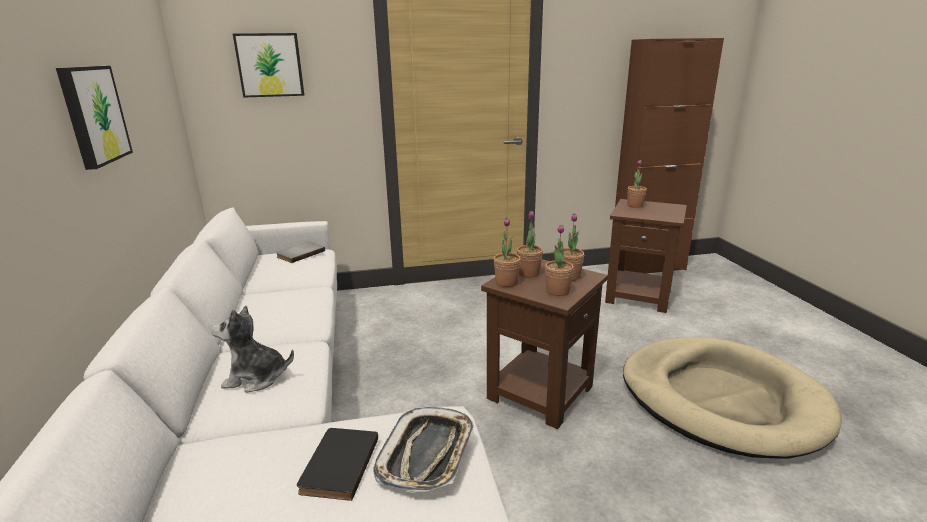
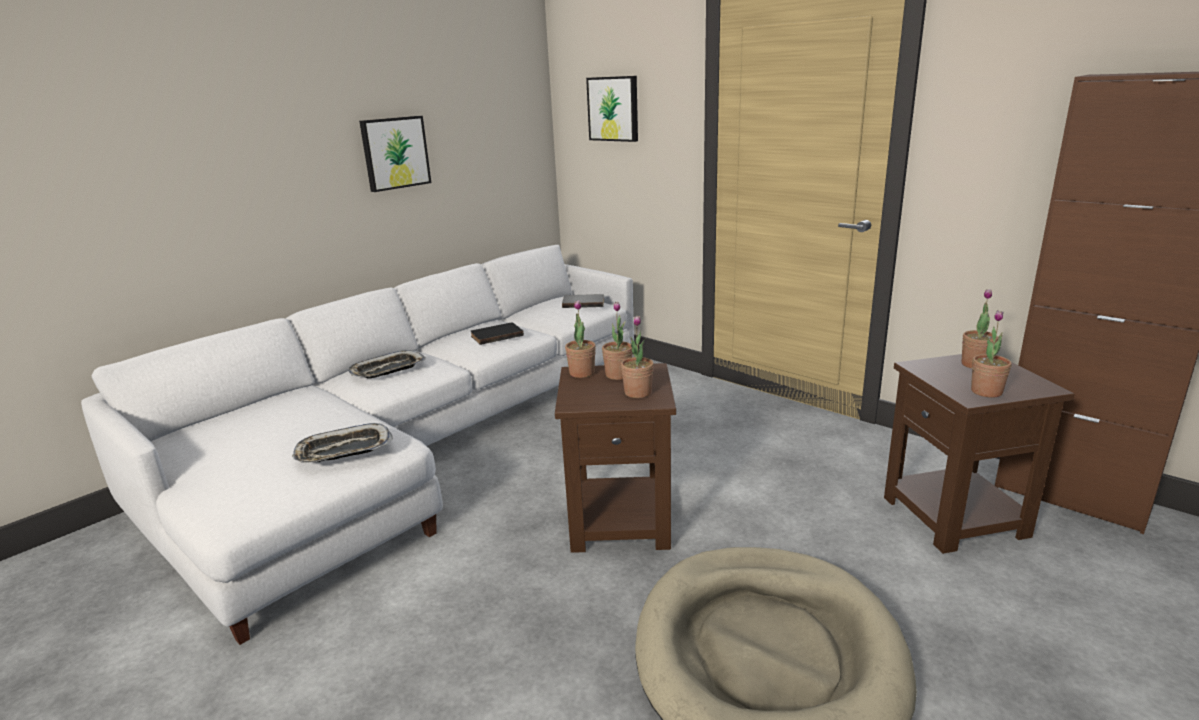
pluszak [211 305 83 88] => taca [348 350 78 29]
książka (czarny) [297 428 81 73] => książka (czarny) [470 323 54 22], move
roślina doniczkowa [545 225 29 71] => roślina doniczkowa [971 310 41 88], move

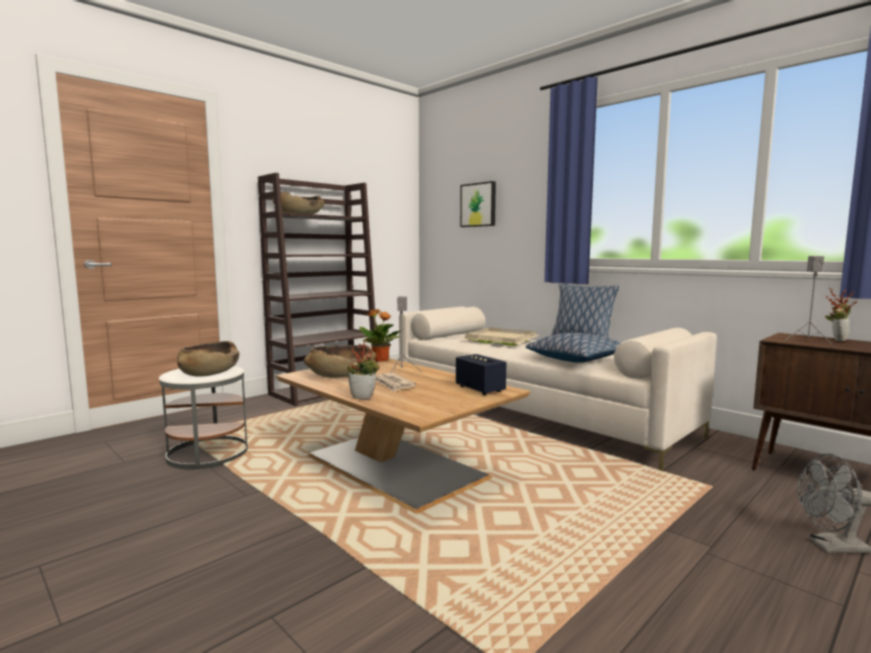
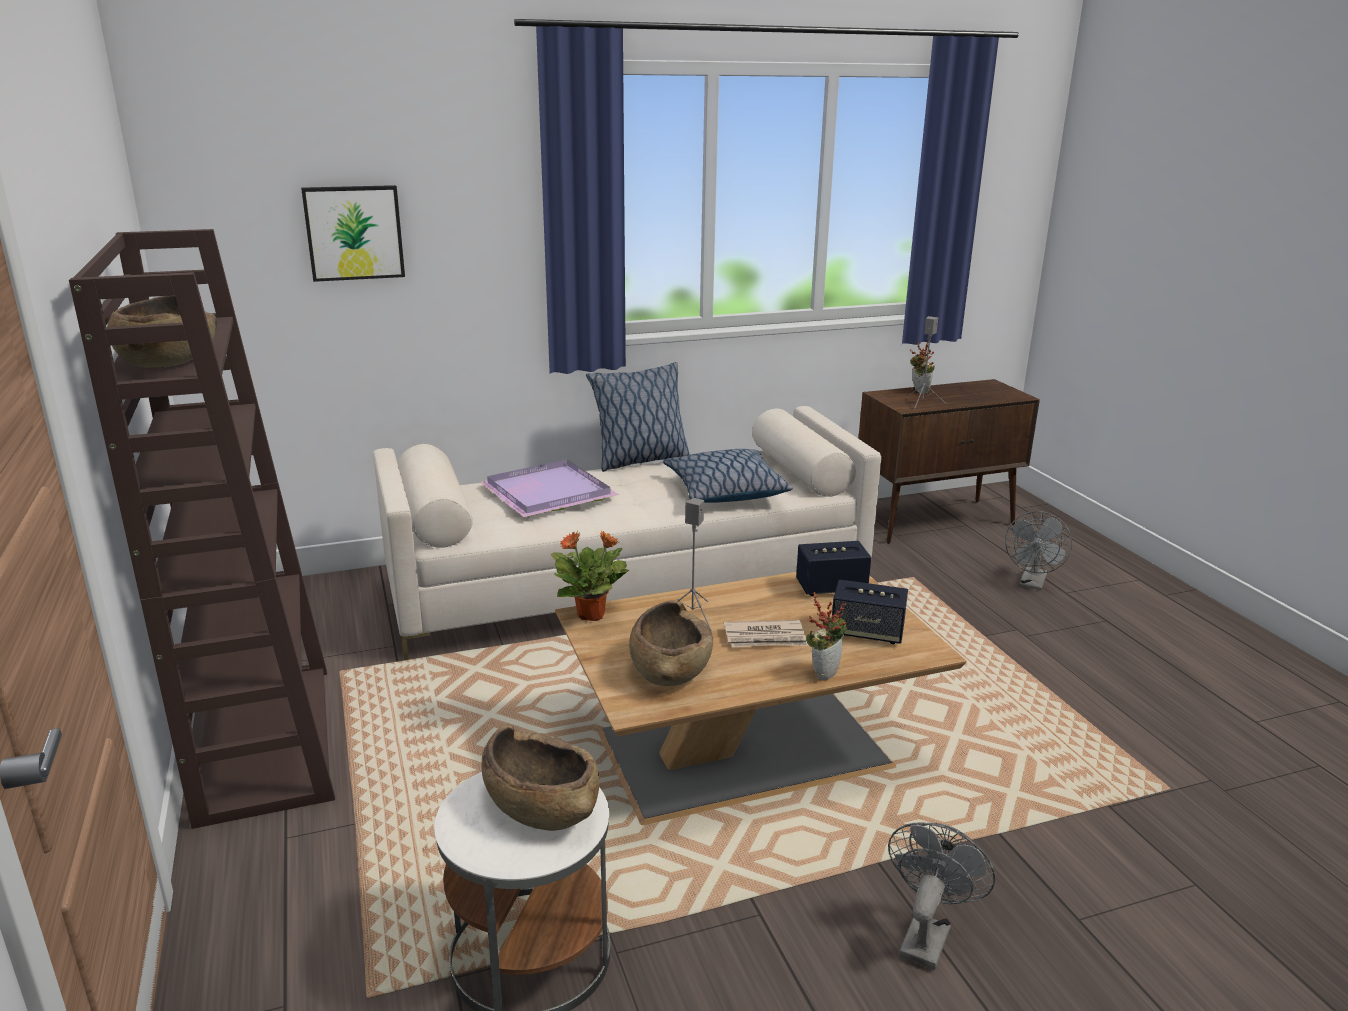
taca (beżowy) [463 327 76 19] => taca (fioletowy) [480 460 139 57]
nothing => głośnik [832 579 76 65]
nothing => wentylator (szary) [888 823 107 147]

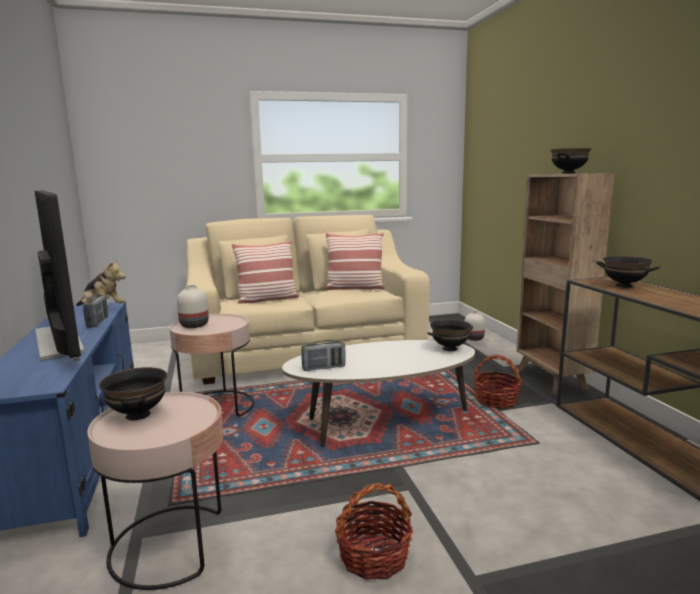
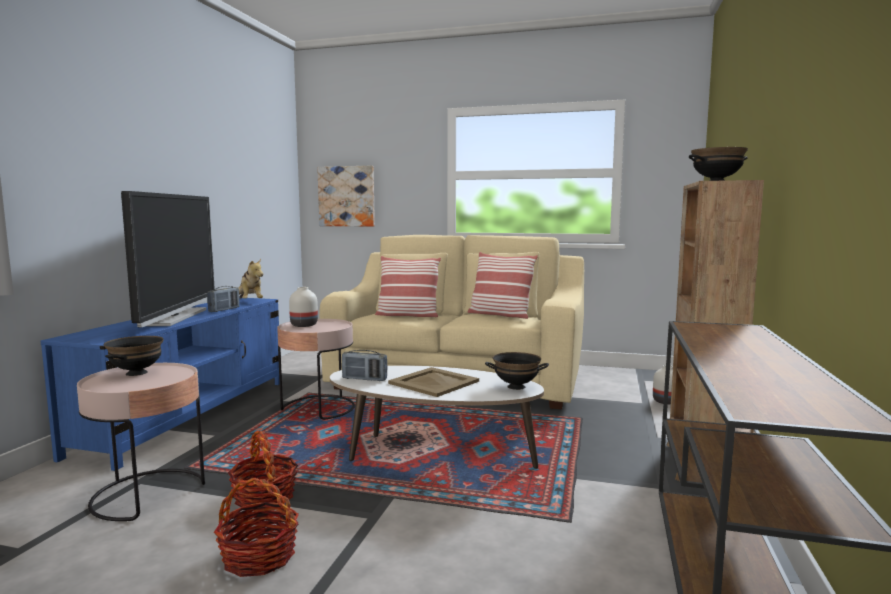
koszyk [474 354 49 55] => koszyk [228 431 70 76], move
nothing => obraz [317 166 58 61]
nothing => taca (beżowy) [388 367 91 30]
miska (czarny) [596 256 64 32] => nothing

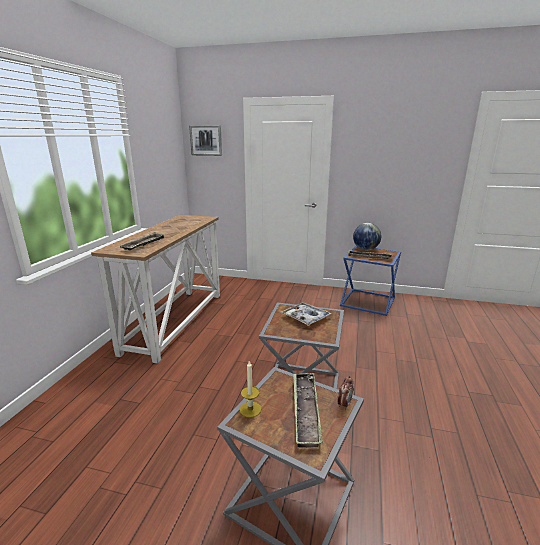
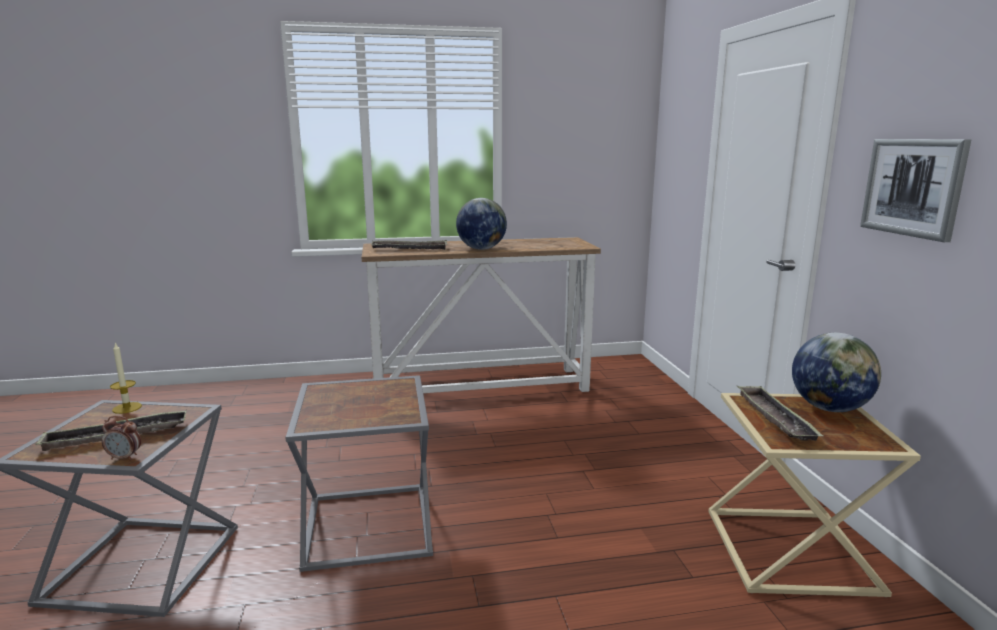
nothing => globus [456 198 51 52]
stolik (niebieski) [340 246 61 70] => stolik (beżowy) [708 393 213 204]
obraz [189 125 33 31] => obraz [860 139 111 103], move
taca [281 302 51 24] => nothing

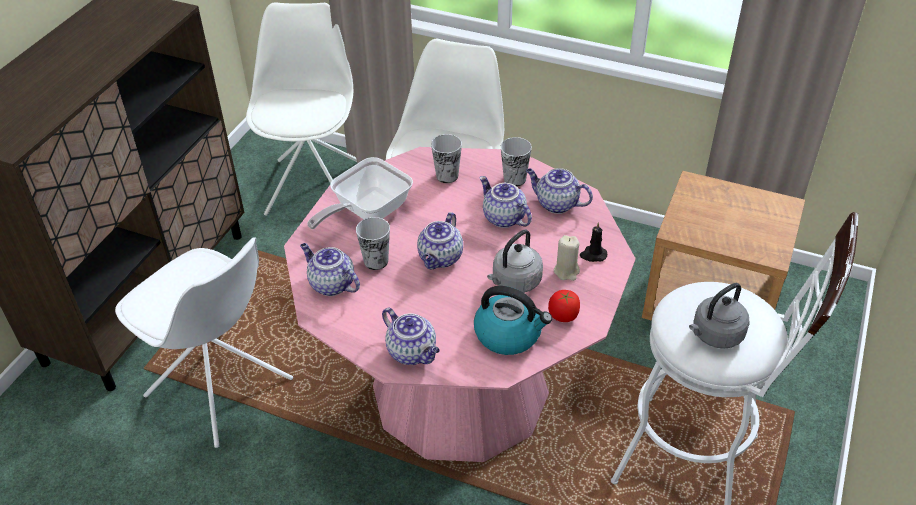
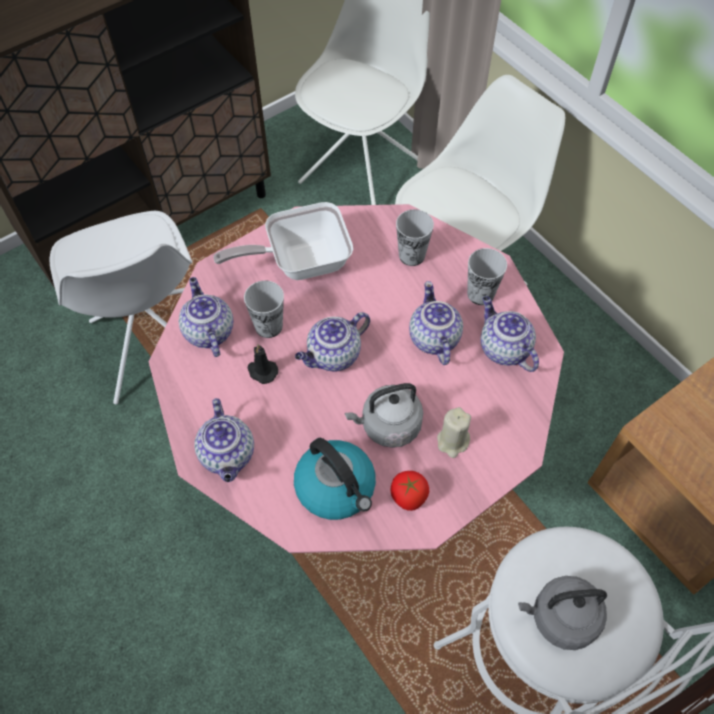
świeca (czarny) [580 222 27 40] => świeca (czarny) [248 345 30 39], move

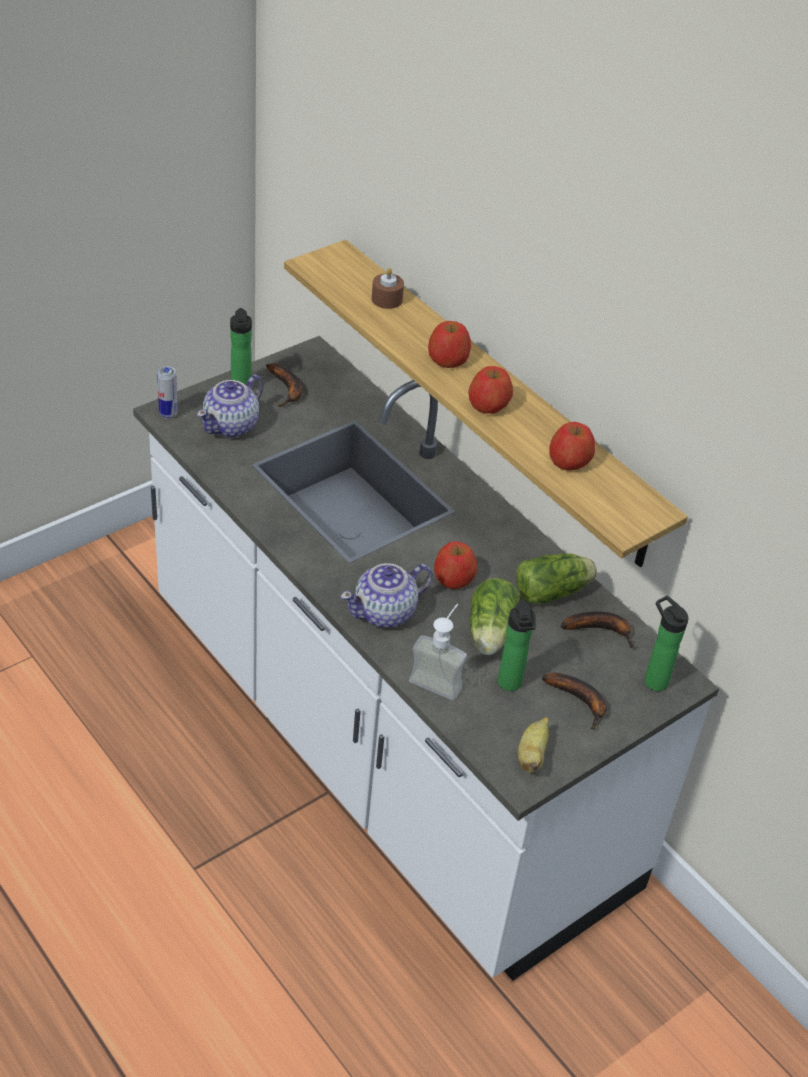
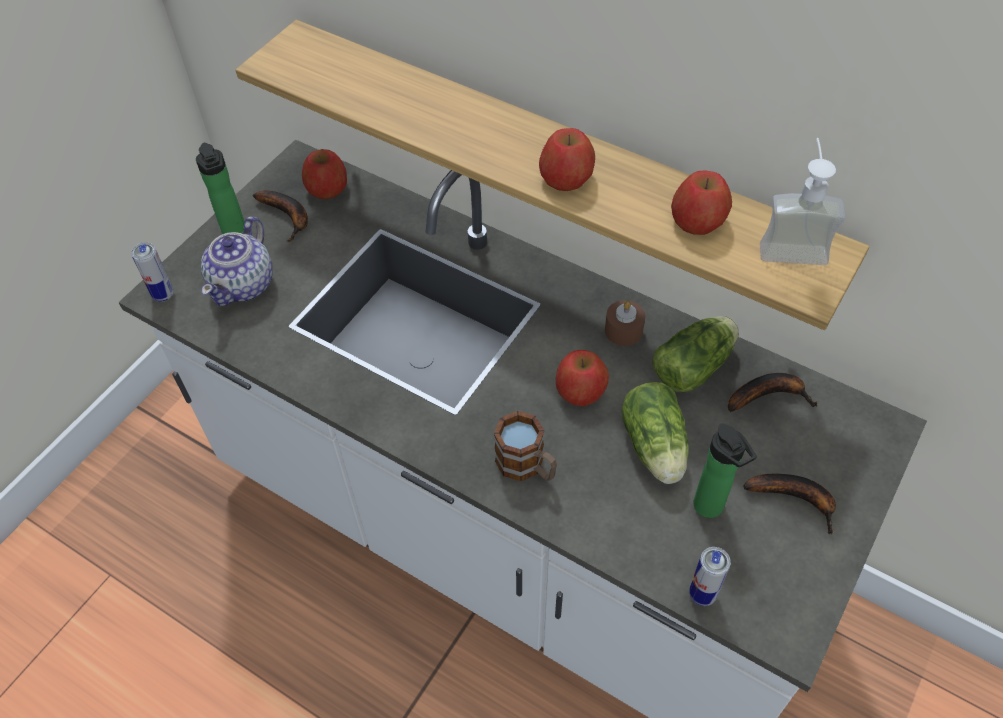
jabłko [428 321 43 47] => jabłko [302 149 45 50], move
imbryk [341 563 91 65] => kubek [494 411 63 70]
świeca (brązowy) [372 268 32 41] => świeca (brązowy) [605 300 40 46], move
nothing => puszka [689 547 42 59]
dozownik mydła [409 604 58 96] => dozownik mydła [760 138 85 127], move
banan [518 717 31 56] => nothing
butelka [644 596 44 95] => nothing

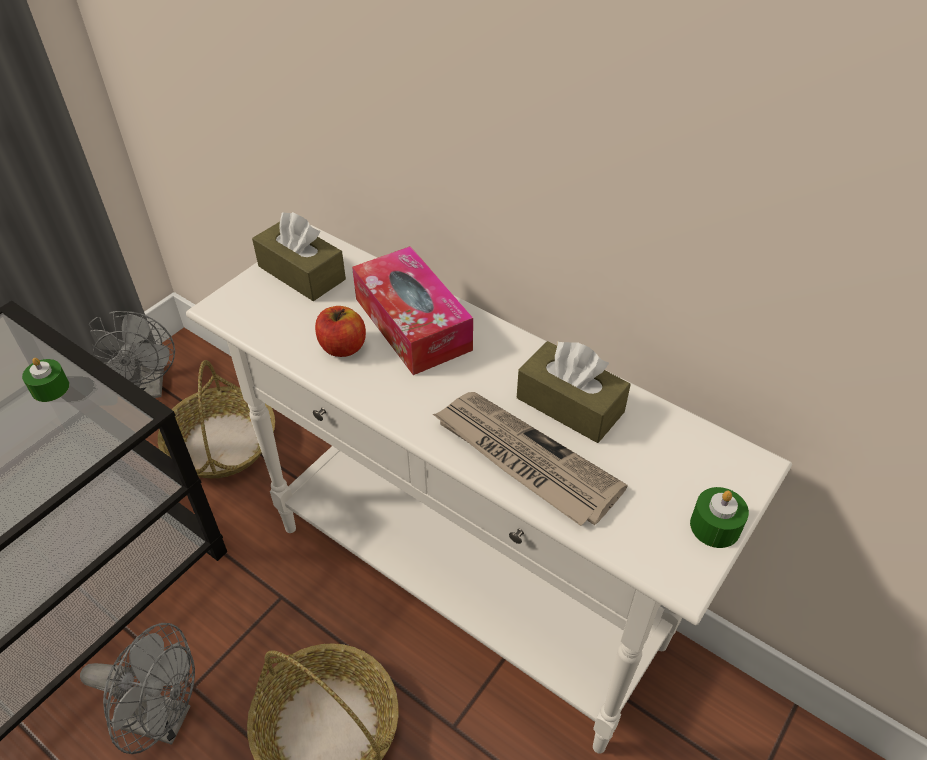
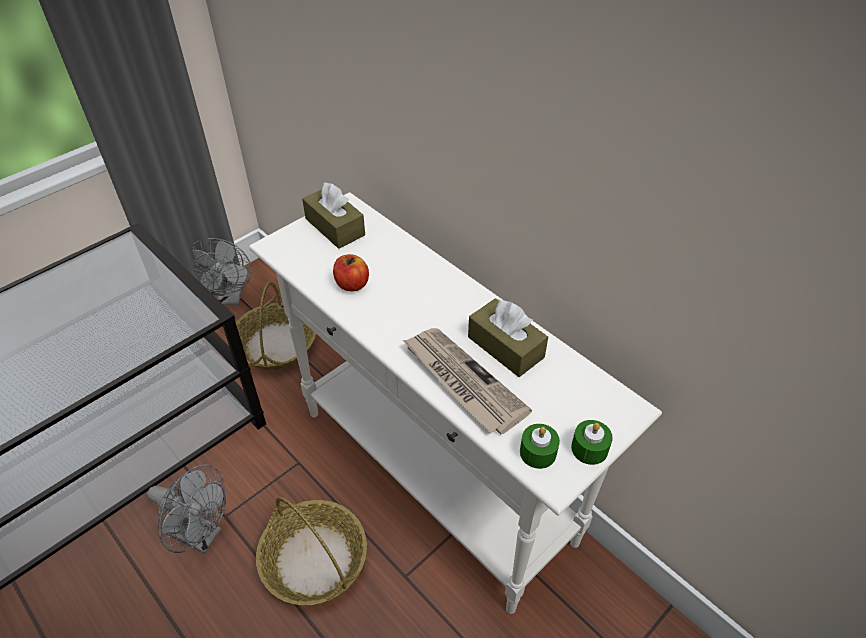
świeca (zielony) [22 358 47 44] => świeca (zielony) [520 424 40 45], move
pudełko chusteczek [352 246 121 129] => nothing

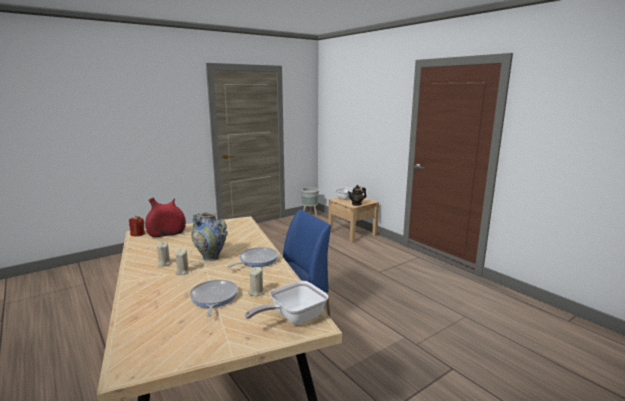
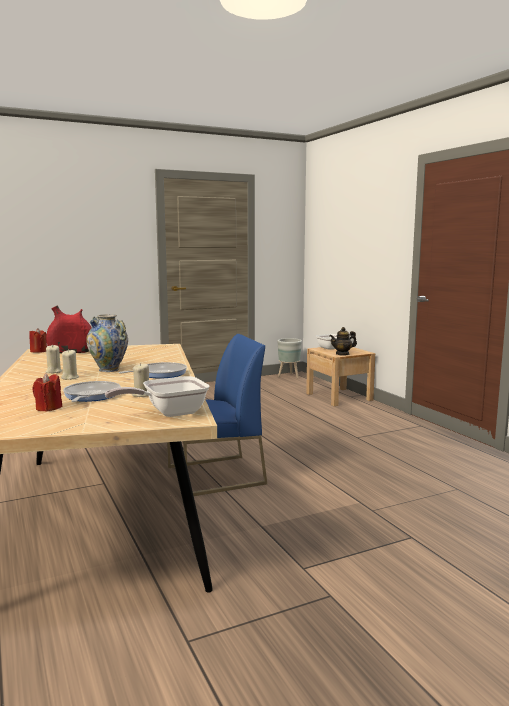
nothing => świeca (czerwony) [32 373 30 39]

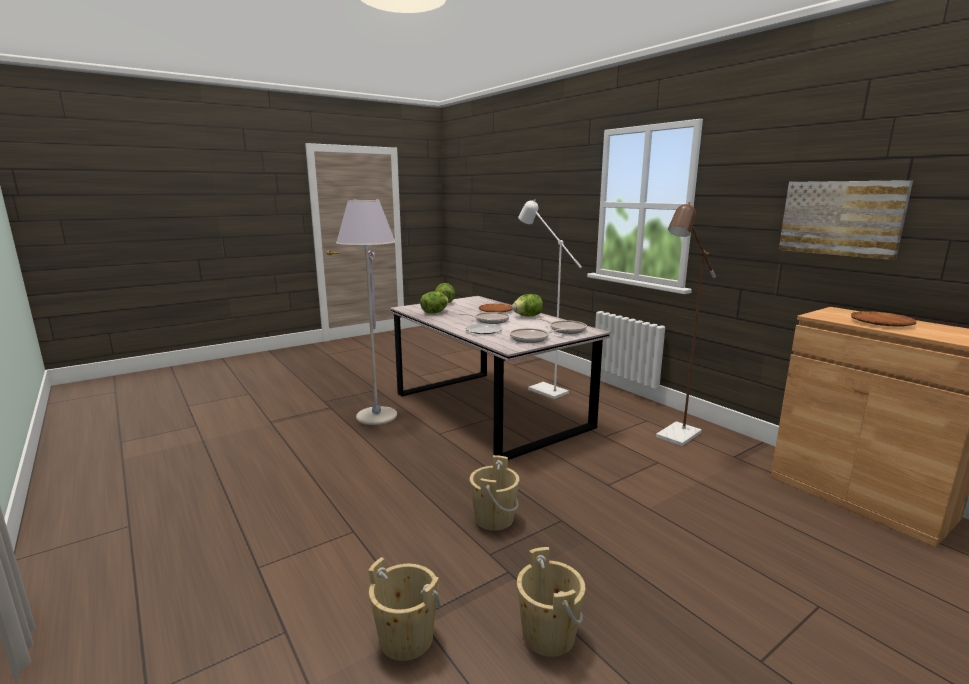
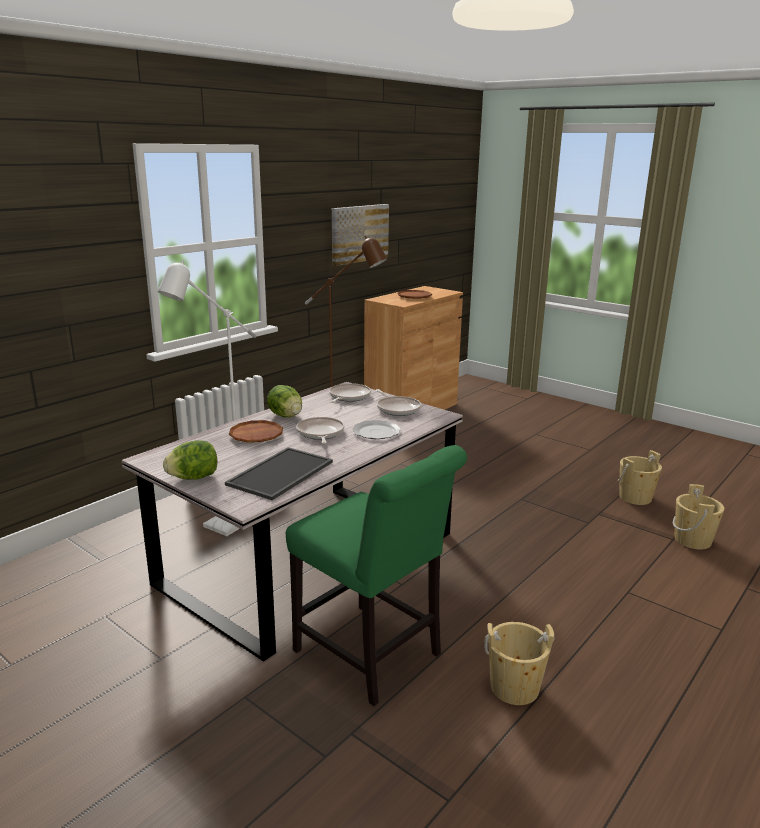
sałata [420 291 29 23] => taca [225 447 108 53]
lampa stojąca (szary) [336 199 61 226] => krzesło (zielony) [286 445 181 261]
wiadro (beżowy) [470 455 49 76] => wiadro (beżowy) [484 622 71 83], move

